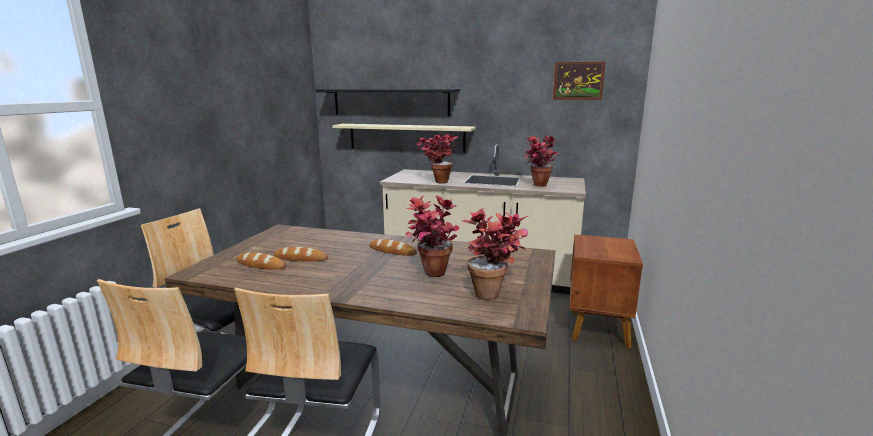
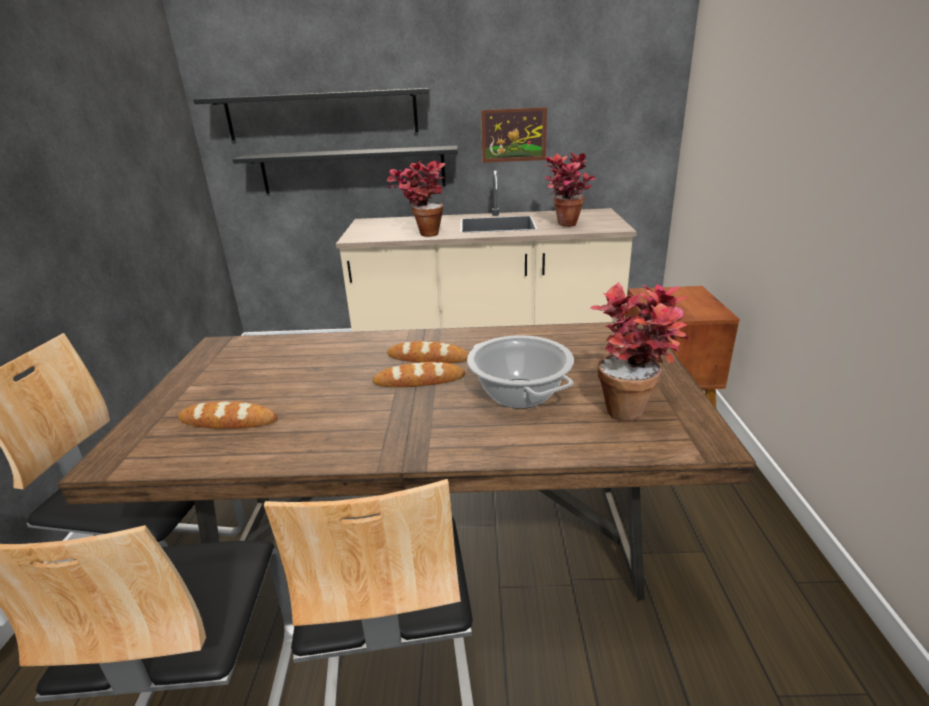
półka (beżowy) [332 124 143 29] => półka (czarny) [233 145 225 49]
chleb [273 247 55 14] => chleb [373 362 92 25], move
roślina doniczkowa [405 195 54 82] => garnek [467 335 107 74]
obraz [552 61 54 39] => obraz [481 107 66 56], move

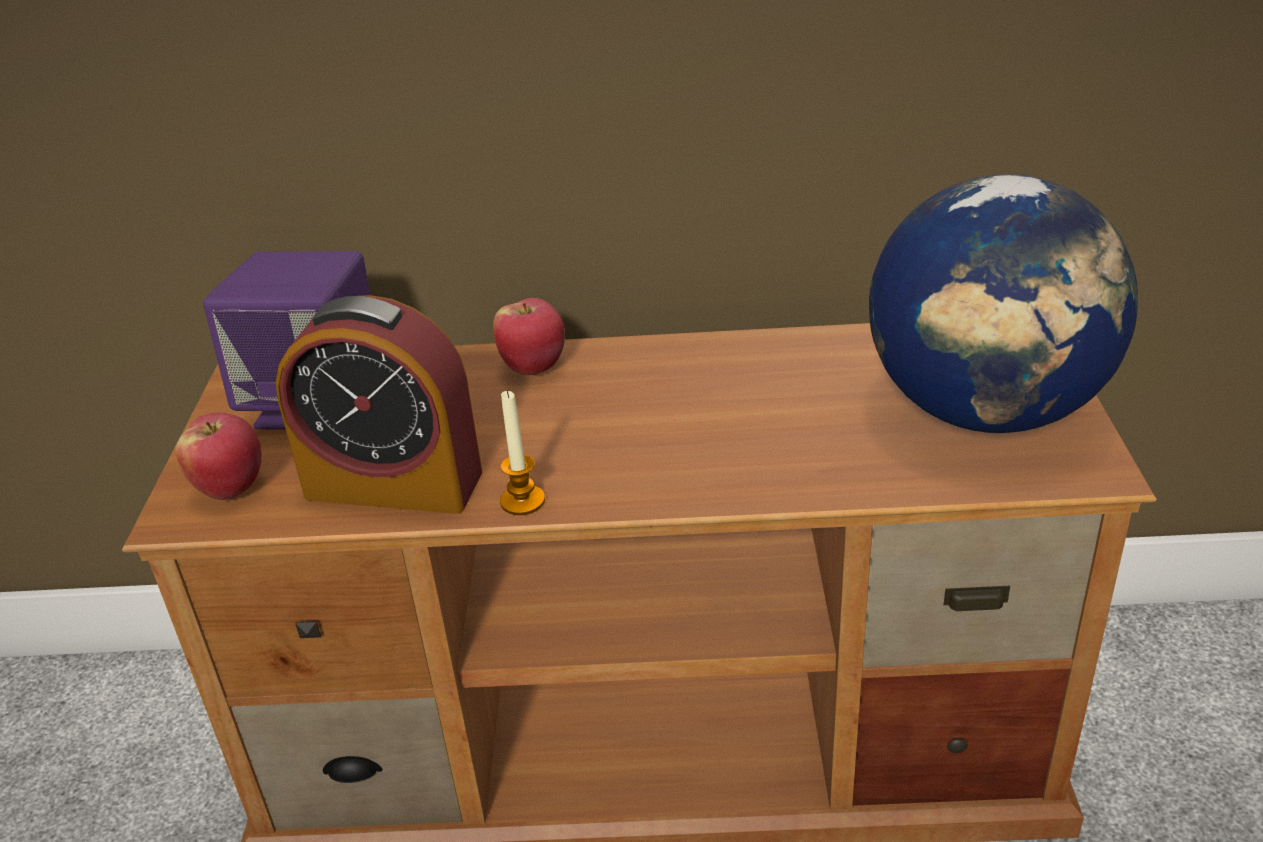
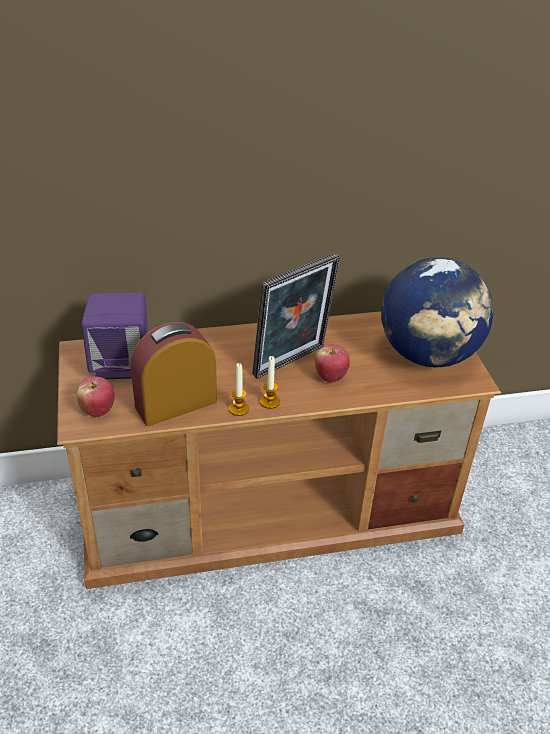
budzik [276 295 206 219] => budzik [130 322 87 104], 150 degrees clockwise
nothing => ramka na zdjęcie [252 253 88 126]
nothing => świeca [260 356 20 53]
jabłko [493 298 72 77] => jabłko [315 344 35 38], move

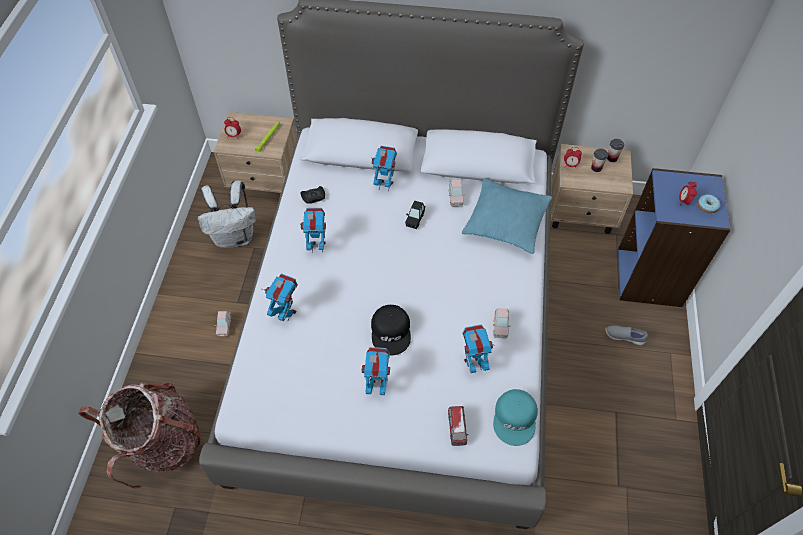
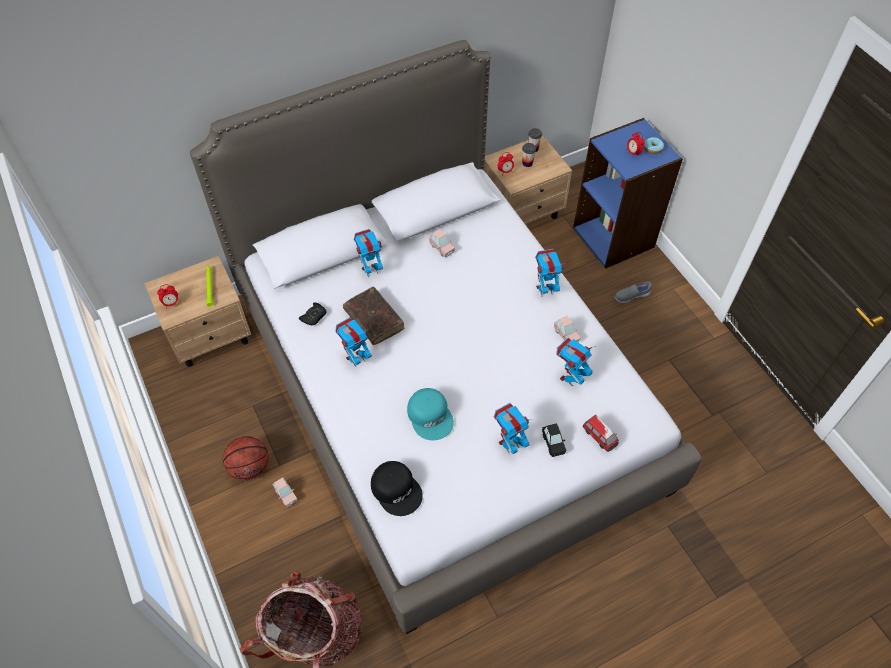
nothing => piłka do koszykówki [223 436 46 45]
nothing => książka (brązowy) [343 287 62 58]
czapka z daszkiem (czarny) [371 305 40 51] => czapka z daszkiem (czarny) [371 461 52 55], move
czapka z daszkiem (turkusowy) [493 389 45 57] => czapka z daszkiem (turkusowy) [407 388 47 52], move
robot zabawkowy [263 273 35 49] => robot zabawkowy [535 249 29 48], move
samochodzik (czarny) [405 200 20 29] => samochodzik (czarny) [542 423 24 34], move
plecak (biały) [198 180 58 68] => nothing
poduszka (turkusowy) [462 178 90 76] => nothing

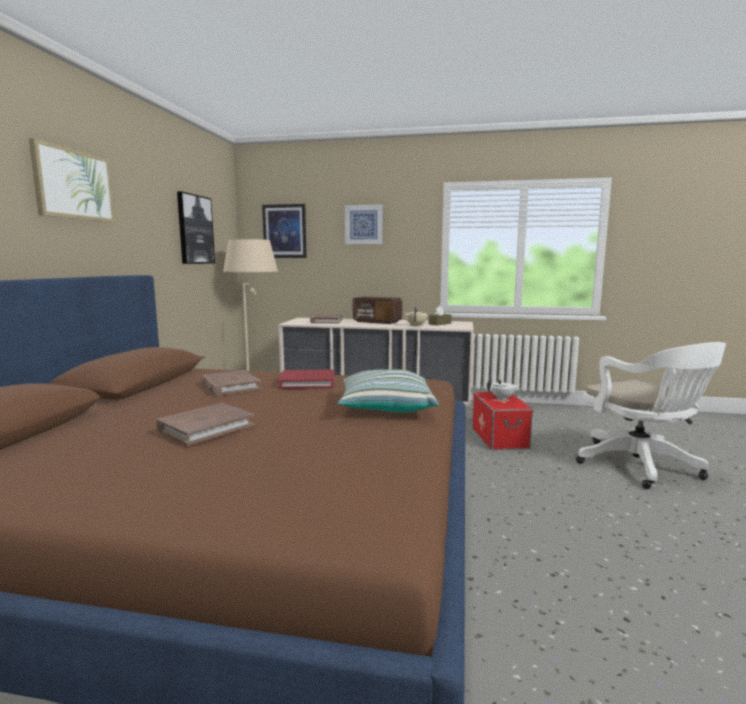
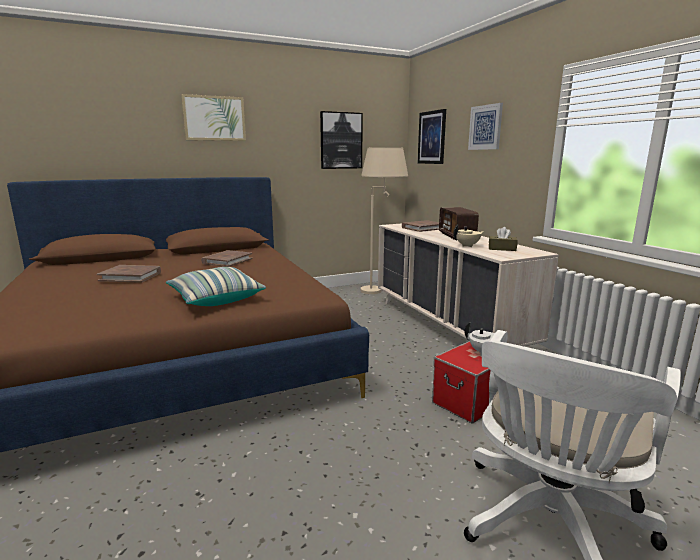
książka (czerwony) [278 369 56 20] => nothing

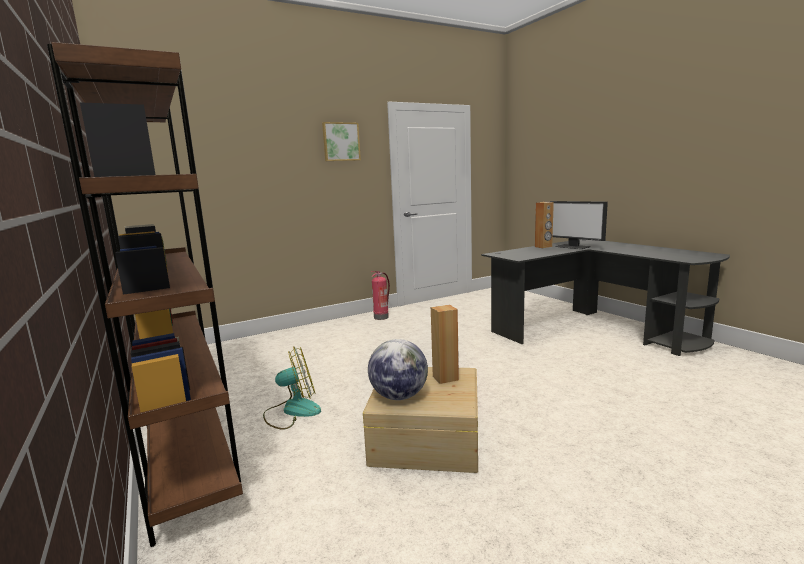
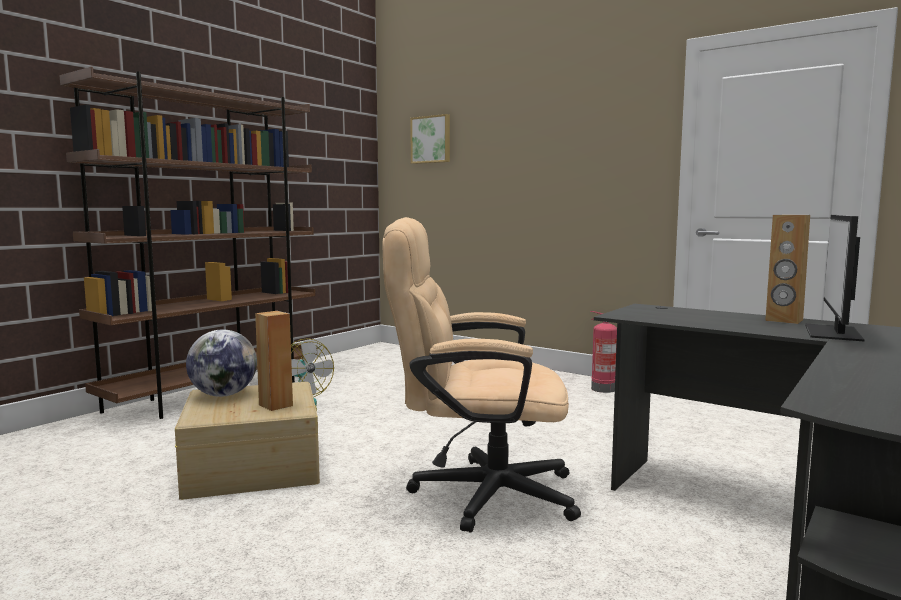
nothing => krzesło biurowe (beżowy) [382 217 199 316]
obraz [322 122 39 39] => obraz [410 114 40 50], move

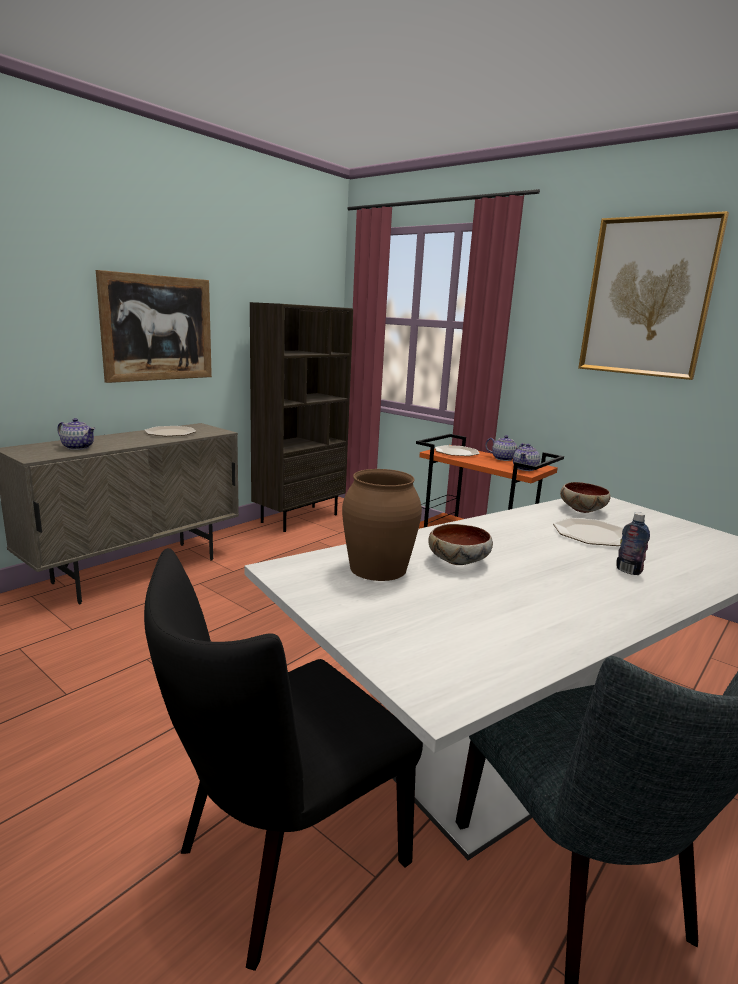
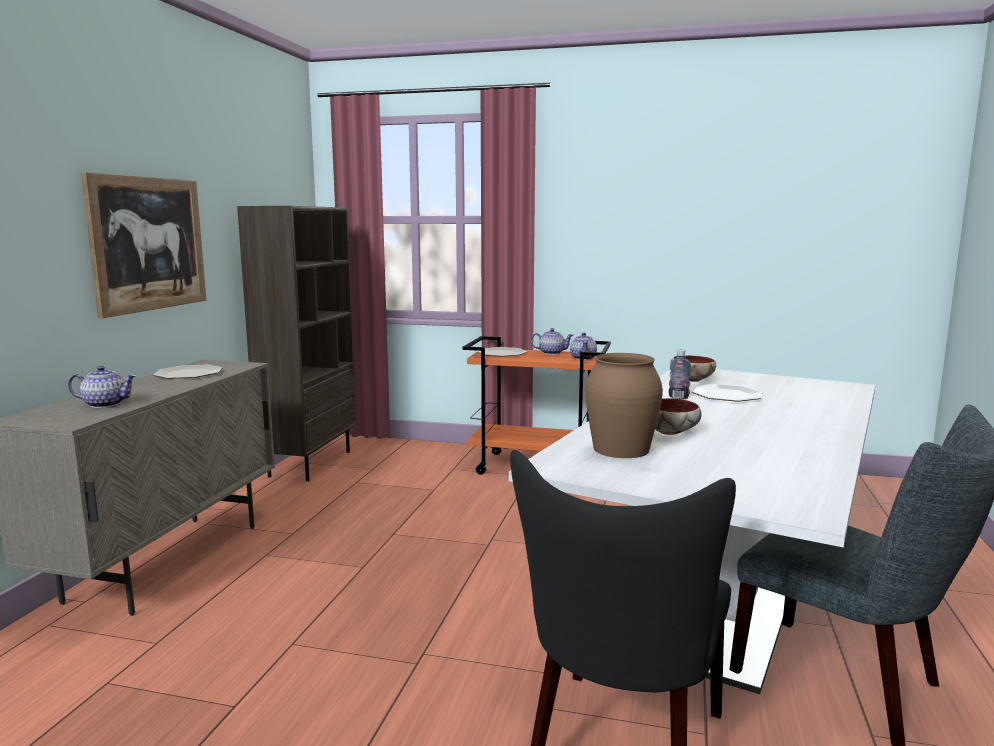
butelka [616 512 34 63] => butelka [668 350 23 49], move
obraz [578 211 151 169] => nothing

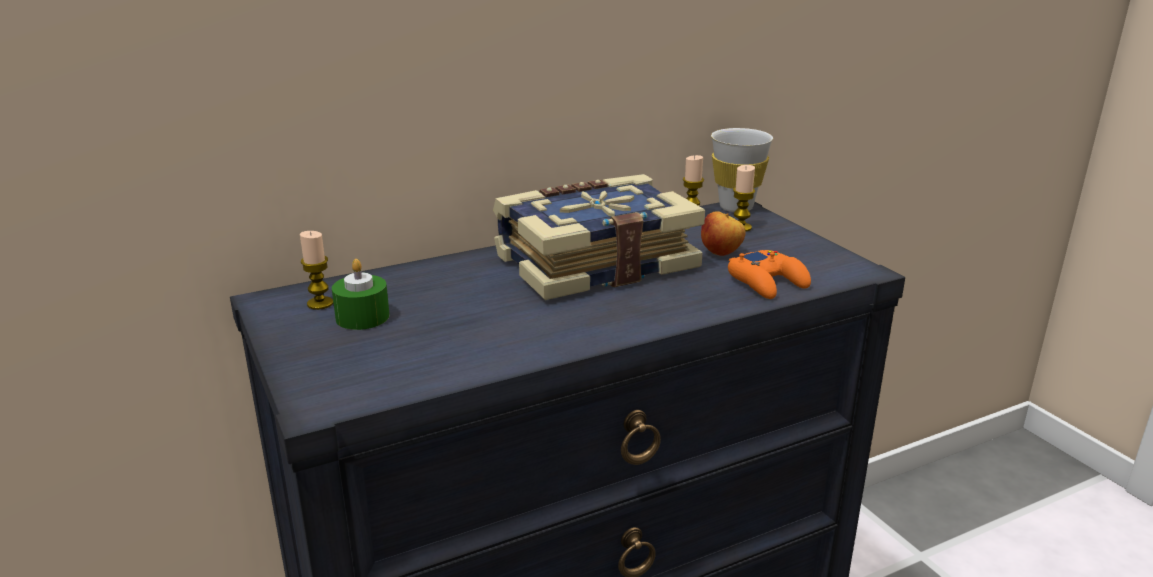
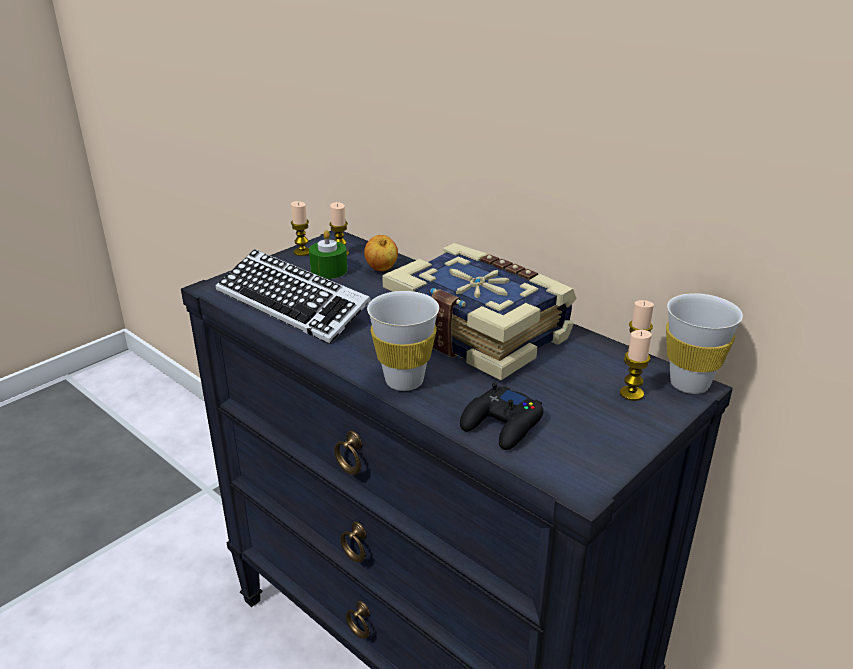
nothing => klawiatura [215 249 156 95]
nothing => świeca [291 201 18 55]
jabłko [701 211 45 45] => jabłko [364 235 34 36], move
nothing => filiżanka (biały) [367 291 72 100]
pad do gier (pomarańczowy) [728 250 83 49] => pad do gier (czarny) [460 383 84 67]

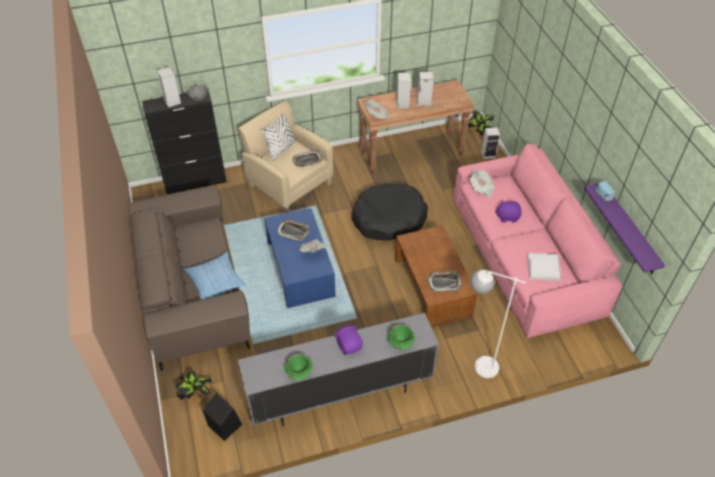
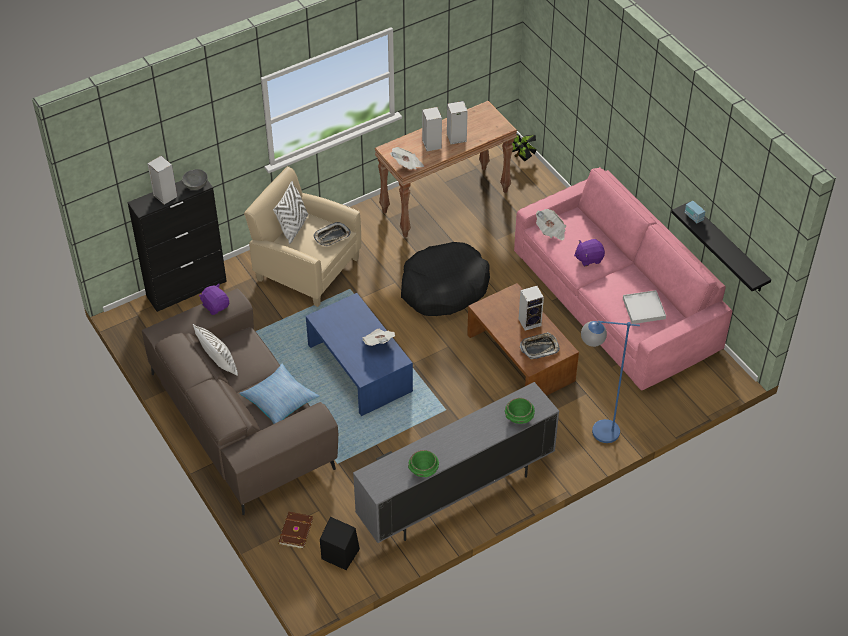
nothing => poduszka (biały) [193 324 45 52]
pluszak (fioletowy) [334 325 29 30] => pluszak (fioletowy) [199 284 30 31], move
roślina doniczkowa [175 371 37 29] => książka (brązowy) [278 512 35 37]
głośnik [481 127 19 32] => głośnik [519 286 25 45], move
lampa stojąca (biały) [470 269 56 109] => lampa stojąca (niebieski) [581 321 59 122]
półka (fioletowy) [584 183 81 91] => półka (czarny) [671 202 100 90]
taca [278 220 31 21] => nothing

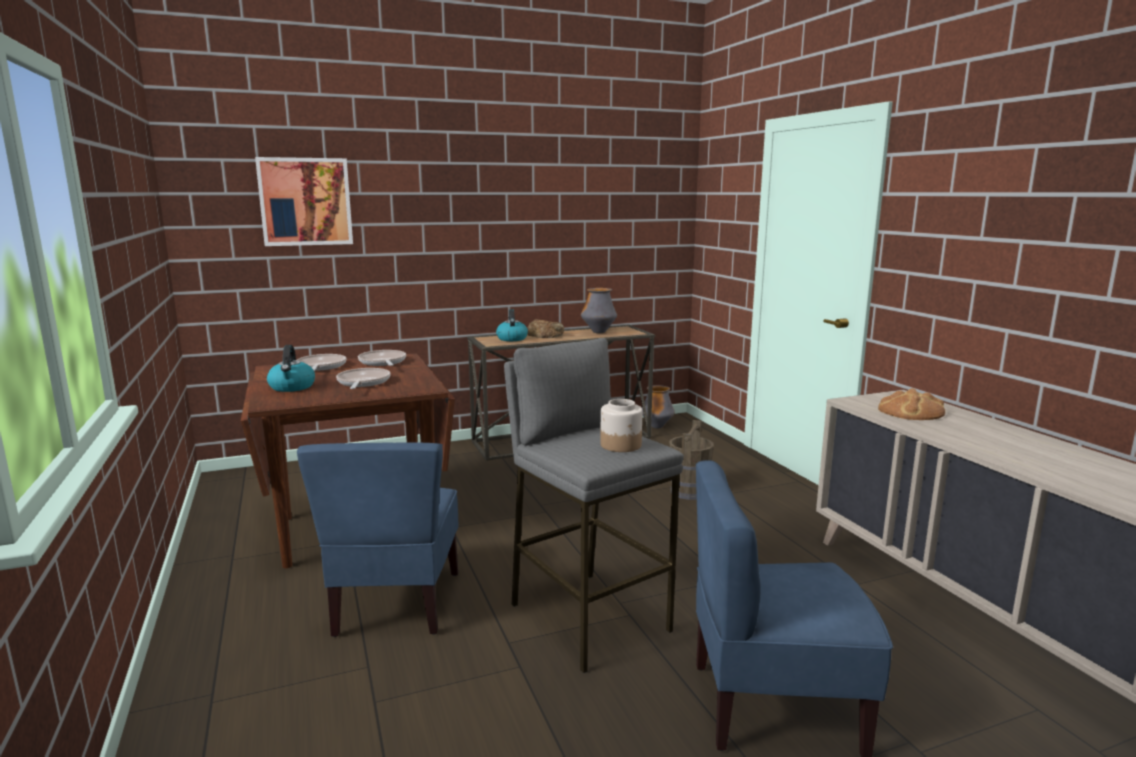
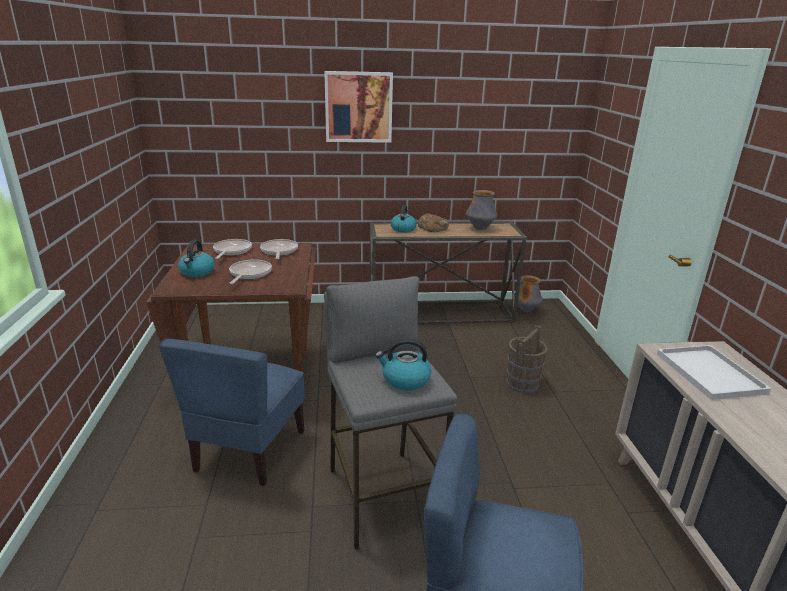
obraz [255 157 98 89] => obraz [324 71 69 72], move
słoik [600 399 42 53] => czajnik [375 338 56 52]
chleb [878 388 67 32] => taca (biały) [657 345 114 55]

